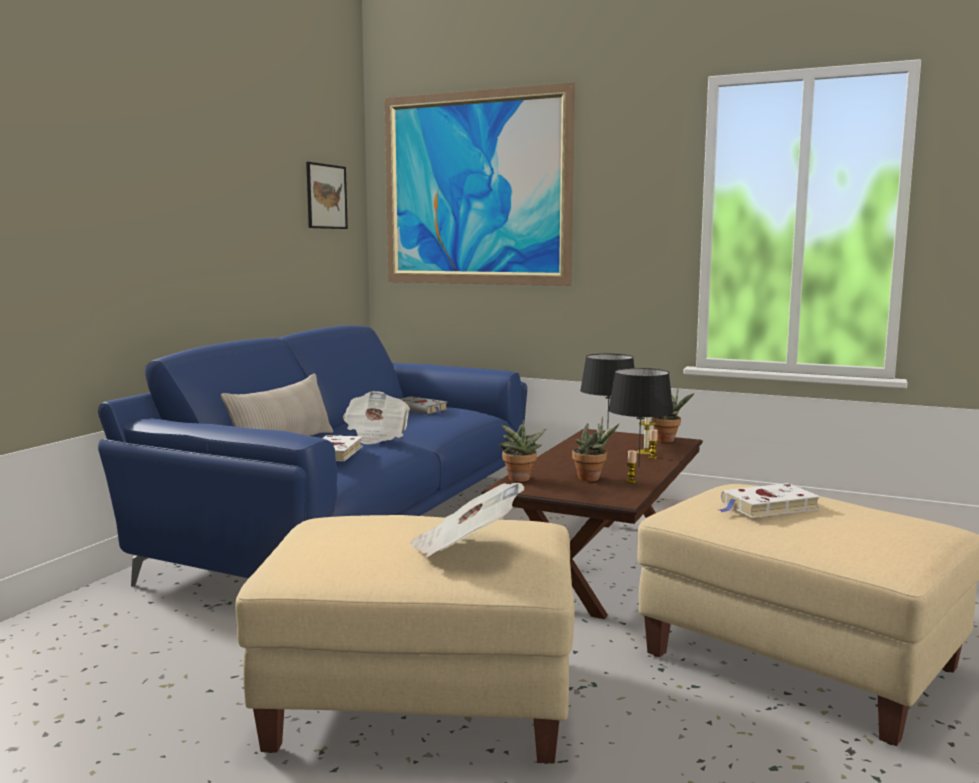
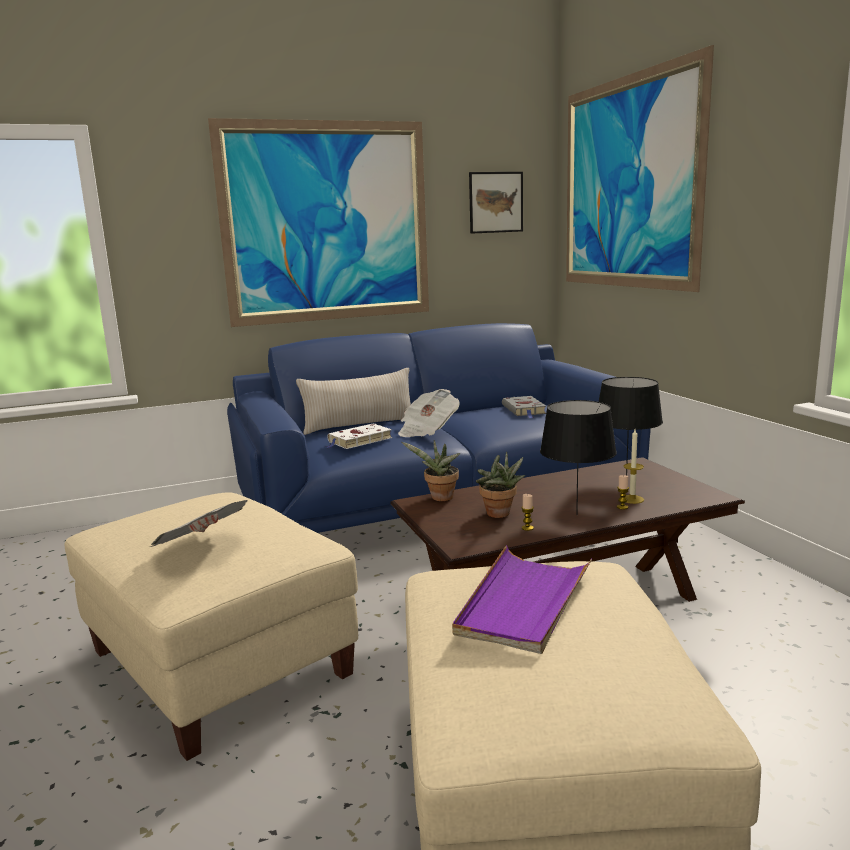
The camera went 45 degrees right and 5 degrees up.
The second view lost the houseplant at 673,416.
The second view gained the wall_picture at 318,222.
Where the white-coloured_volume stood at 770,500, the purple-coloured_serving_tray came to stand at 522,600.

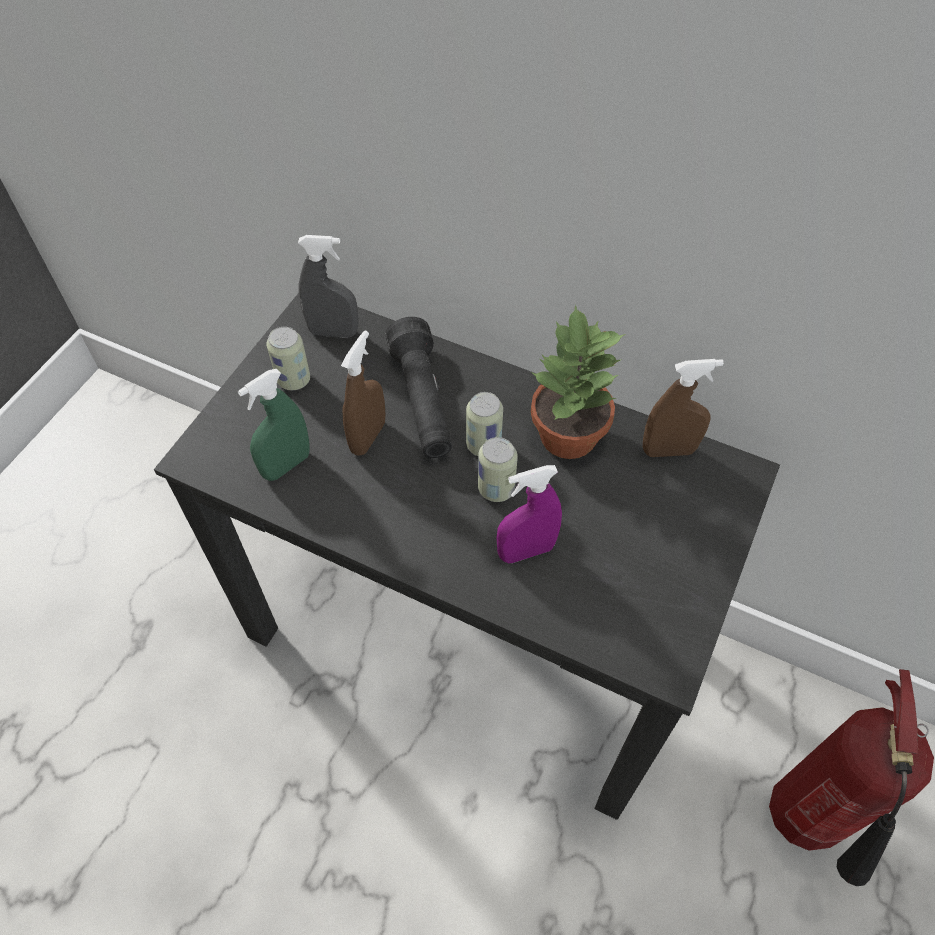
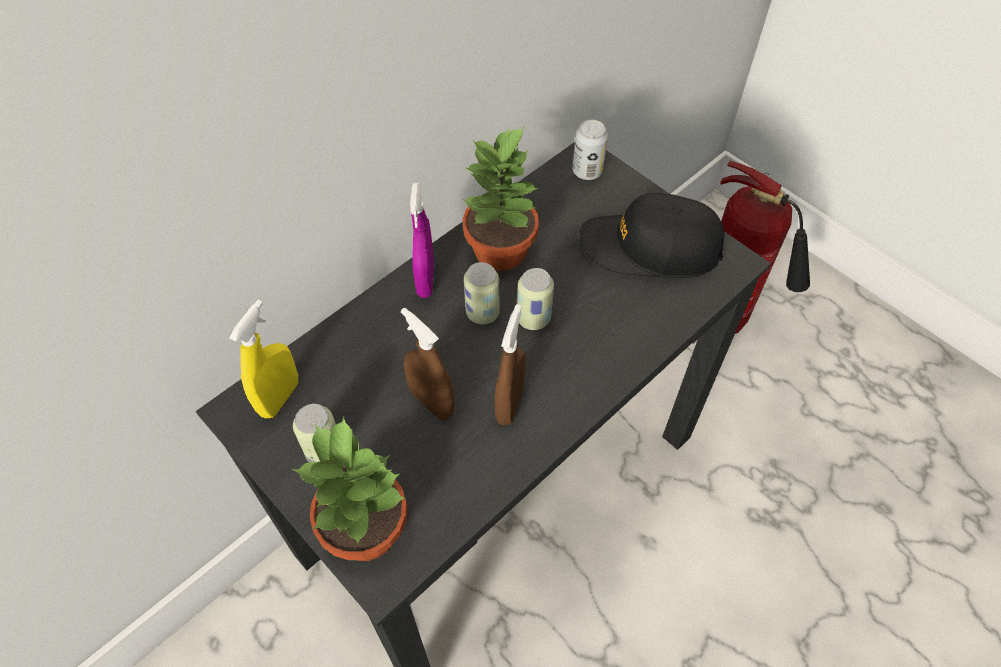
The camera went 70 degrees left and 0 degrees up.
The second view lost the green_hand_sprayer at 274,425.
The second view lost the black-coloured_flashlight at 419,387.
The second view gained the houseplant at 349,489.
The second view gained the sealed_can at 590,150.
The second view gained the black-coloured_peaked_cap at 652,235.
The purple-coloured_hand_sprayer ended up elsewhere, having gone from 529,514 to 422,240.
The brown_hand_sprayer ended up elsewhere, having gone from 683,408 to 510,364.
What was the grey_hand_sprayer at 328,286 turned into the yellow_hand_sprayer at 263,358.

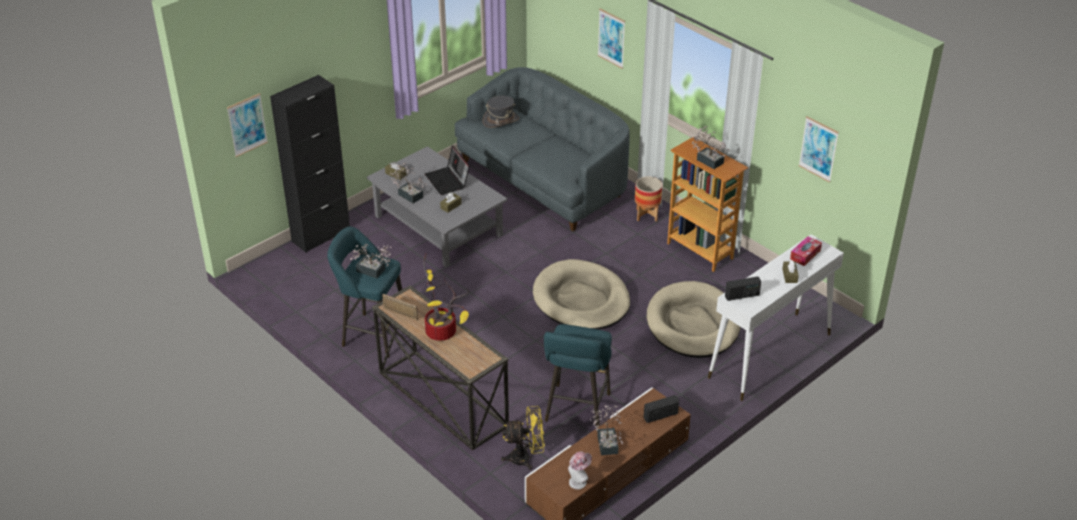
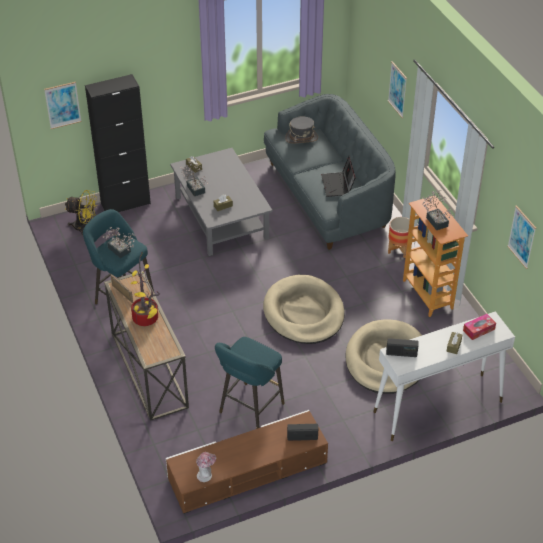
The camera went 20 degrees right and 5 degrees up.
The second view lost the houseplant at 606,430.
The notebook_computer ended up elsewhere, having gone from 447,170 to 338,176.
The yellow_cooling_fan ended up elsewhere, having gone from 523,438 to 81,212.

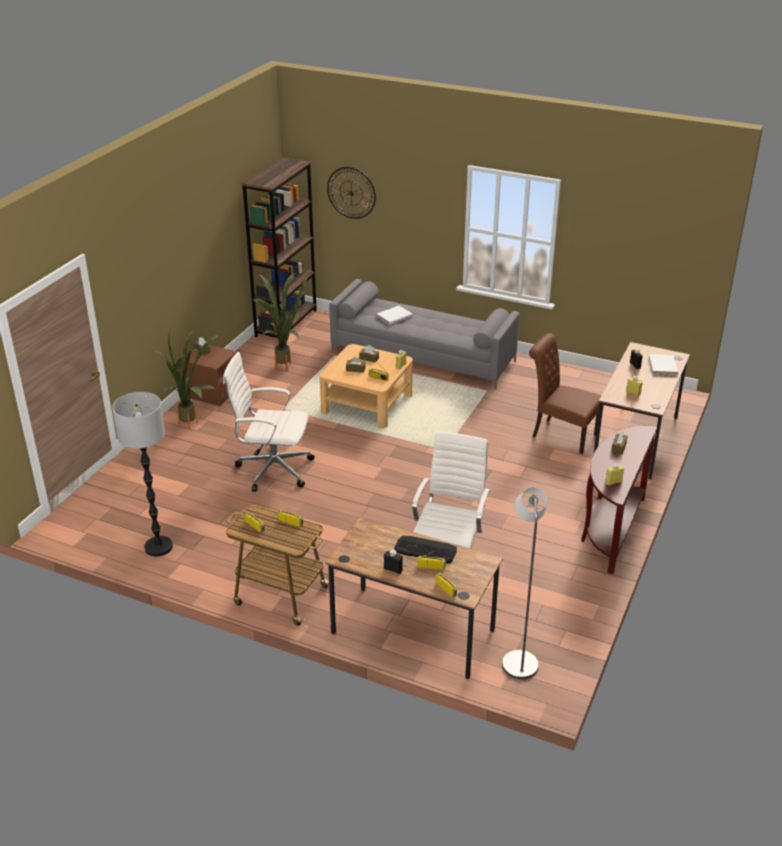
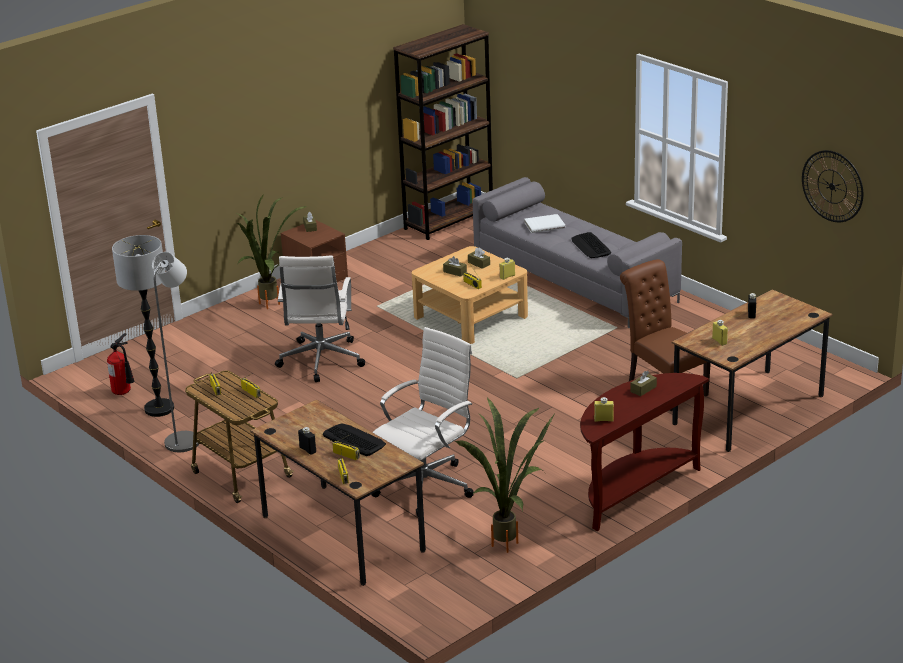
The camera went 25 degrees right and 5 degrees down.
The second view lost the white-coloured_volume at 663,364.
The second view gained the fire_extinguisher at 121,364.
The second view gained the PC_keyboard at 591,245.
The houseplant ended up elsewhere, having gone from 280,321 to 505,475.
The clock_on_the_wall ended up elsewhere, having gone from 351,193 to 832,186.
The grey_standard_lamp ended up elsewhere, having gone from 524,583 to 175,352.
The white-coloured_office_chair at 269,422 ended up facing another way, 120 degrees counterclockwise from before.

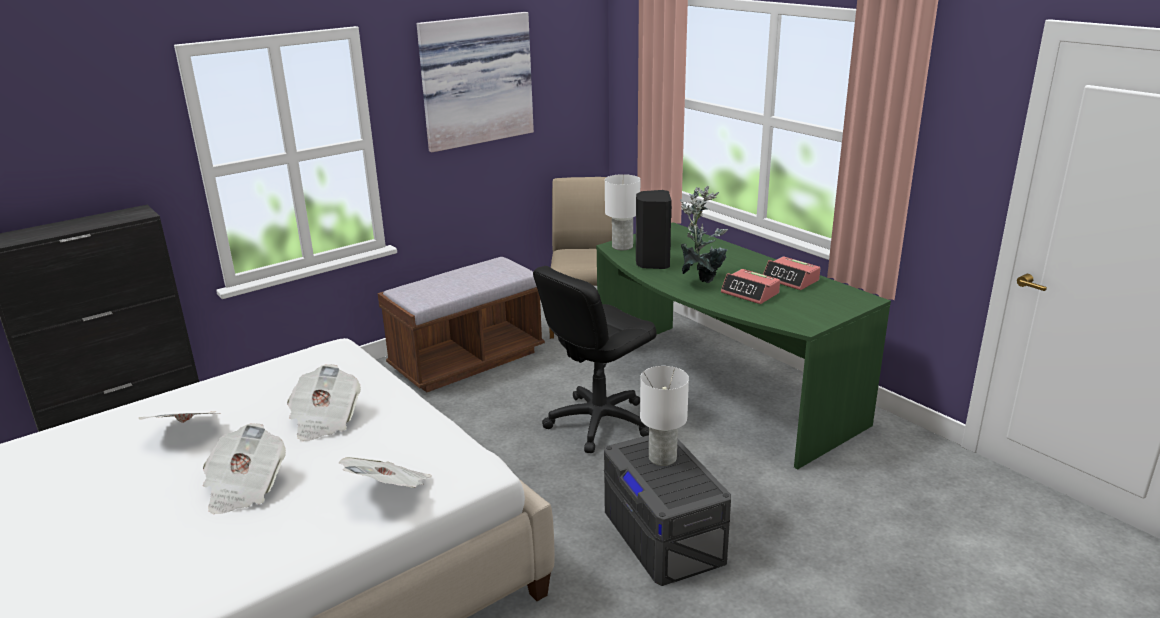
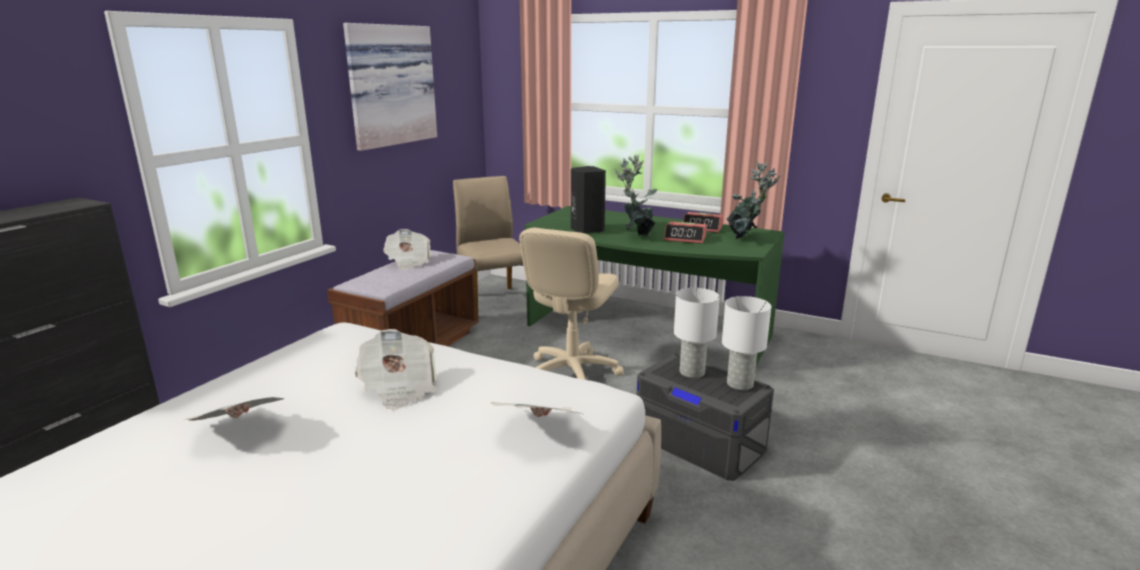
The camera went 25 degrees left and 5 degrees down.
The second view gained the houseplant at 753,200.
The printed_paper ended up elsewhere, having gone from 244,468 to 406,249.
The white-coloured_lamp_for_a_table ended up elsewhere, having gone from 622,212 to 746,343.
What was the black-coloured_office_chair at 595,359 turned into the sand-coloured_office_chair at 571,304.

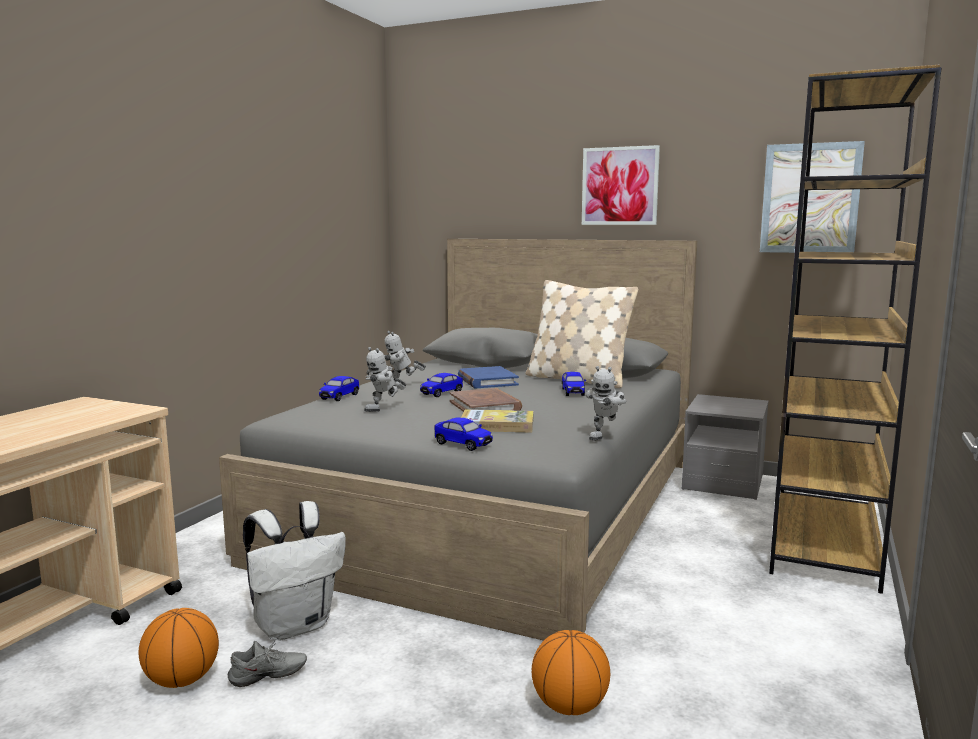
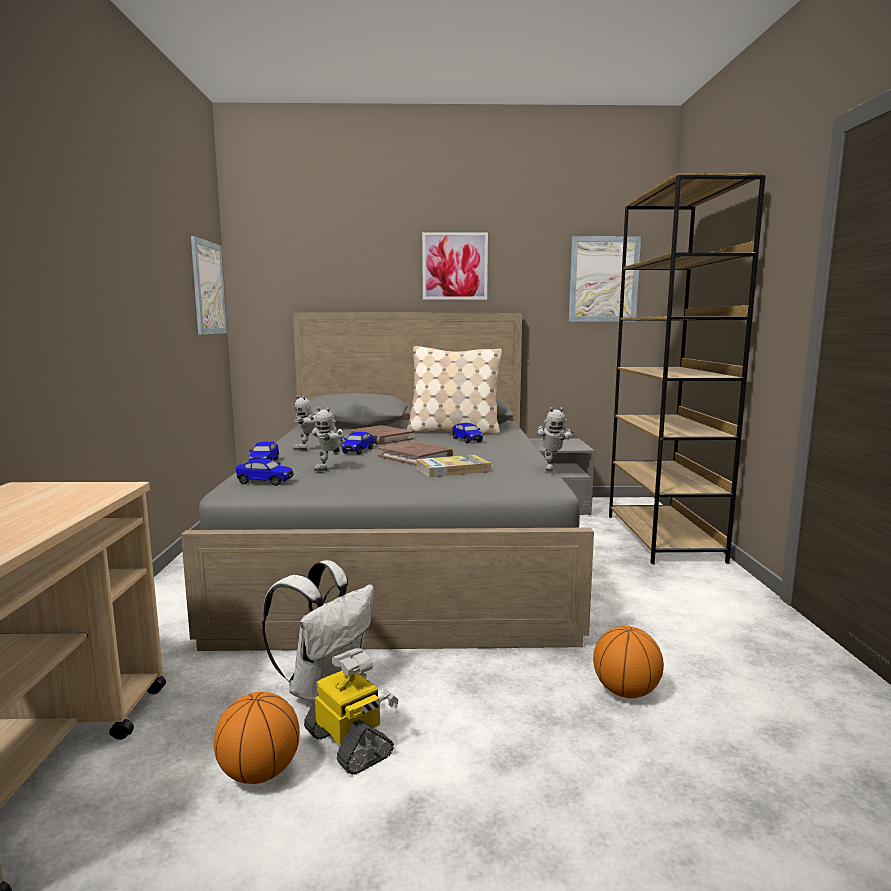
The camera went 25 degrees left and 0 degrees up.
The second view gained the wall_picture at 209,285.
The model_car ended up elsewhere, having gone from 463,434 to 264,472.
Where the grey_shoe stood at 267,664, the model_robot came to stand at 351,711.
What was the blue-coloured_volume at 488,377 turned into the brown_volume at 381,435.

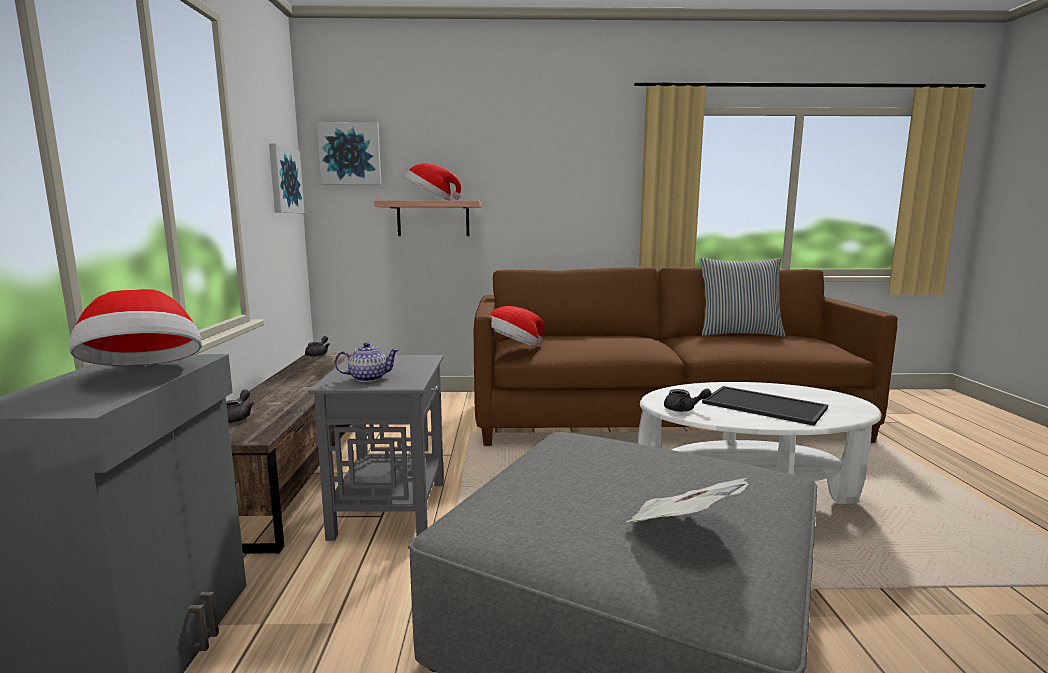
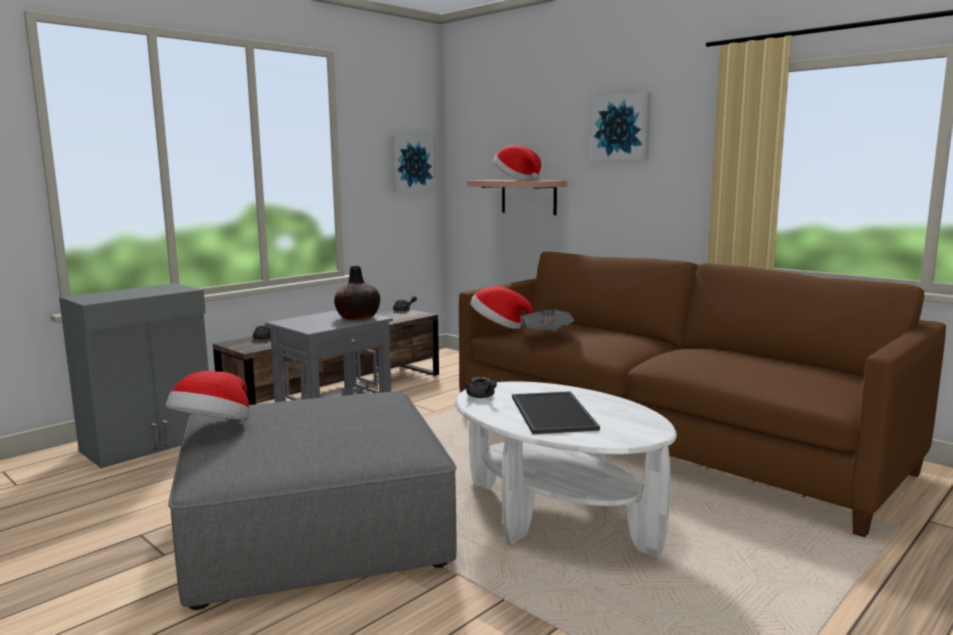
The camera went 45 degrees right and 0 degrees up.
The second view lost the teapot at 367,362.
The second view lost the pillow at 743,297.
The second view gained the vase at 357,293.
The wearable_hat ended up elsewhere, having gone from 135,327 to 208,396.
The wall_picture ended up elsewhere, having gone from 349,153 to 621,126.
The printed_paper ended up elsewhere, having gone from 687,500 to 547,319.

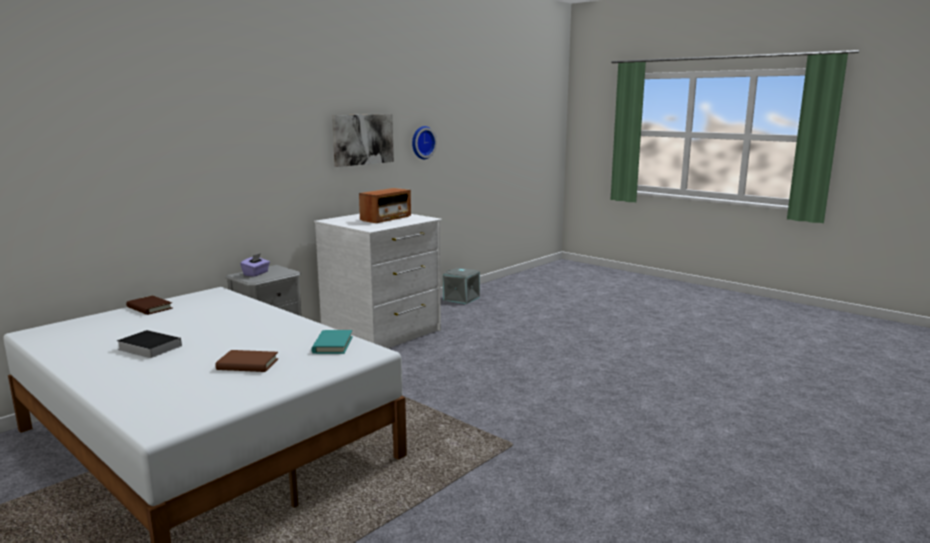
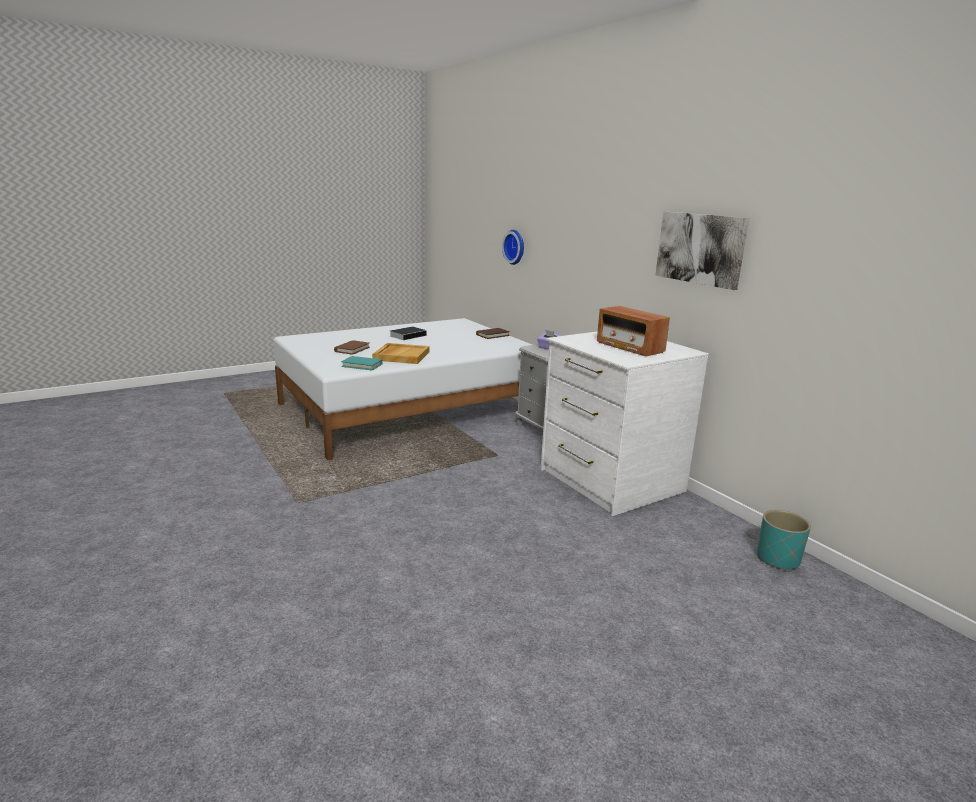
The camera went 105 degrees right and 5 degrees up.
The second view gained the sand-coloured_serving_tray at 400,353.
The clock_on_the_wall ended up elsewhere, having gone from 424,142 to 513,247.
Where the grey_storage_box stood at 461,285, the turquoise-coloured_flower_pot came to stand at 784,540.

